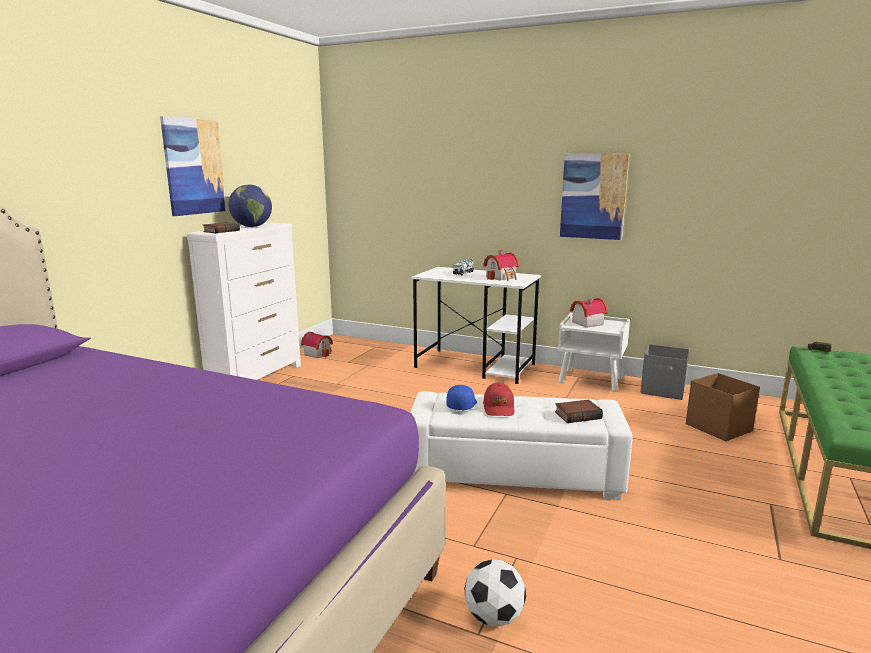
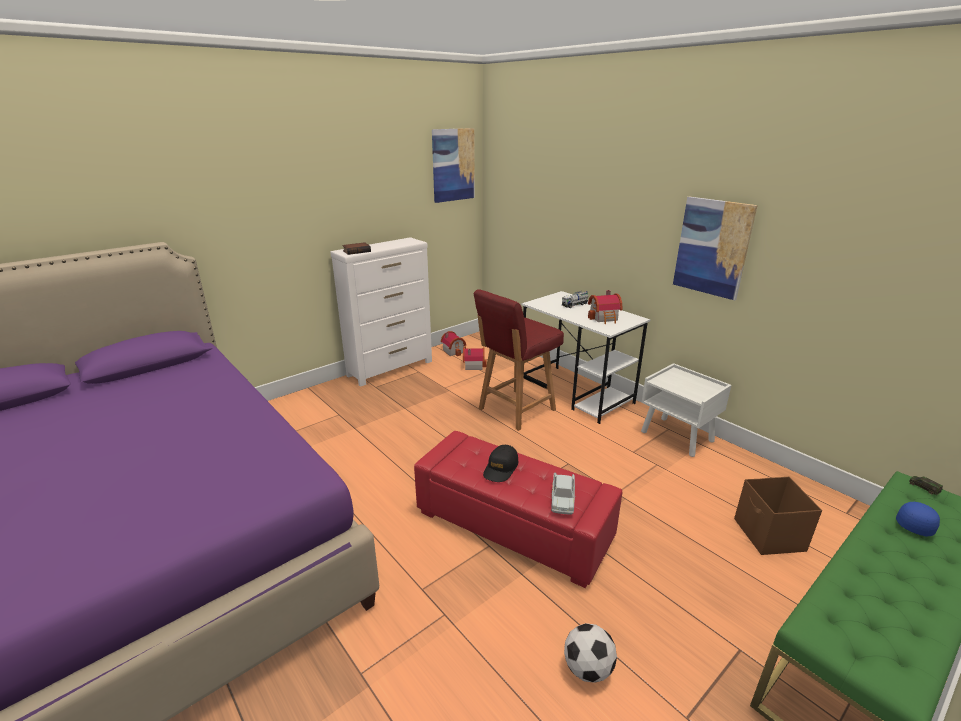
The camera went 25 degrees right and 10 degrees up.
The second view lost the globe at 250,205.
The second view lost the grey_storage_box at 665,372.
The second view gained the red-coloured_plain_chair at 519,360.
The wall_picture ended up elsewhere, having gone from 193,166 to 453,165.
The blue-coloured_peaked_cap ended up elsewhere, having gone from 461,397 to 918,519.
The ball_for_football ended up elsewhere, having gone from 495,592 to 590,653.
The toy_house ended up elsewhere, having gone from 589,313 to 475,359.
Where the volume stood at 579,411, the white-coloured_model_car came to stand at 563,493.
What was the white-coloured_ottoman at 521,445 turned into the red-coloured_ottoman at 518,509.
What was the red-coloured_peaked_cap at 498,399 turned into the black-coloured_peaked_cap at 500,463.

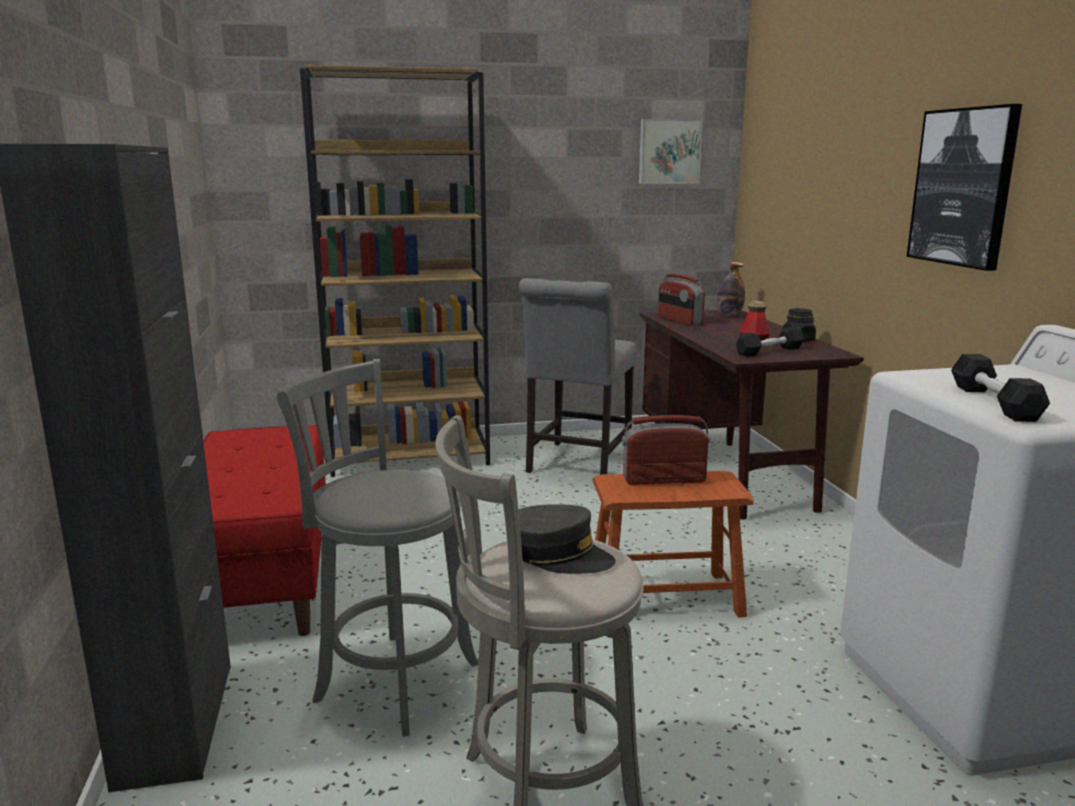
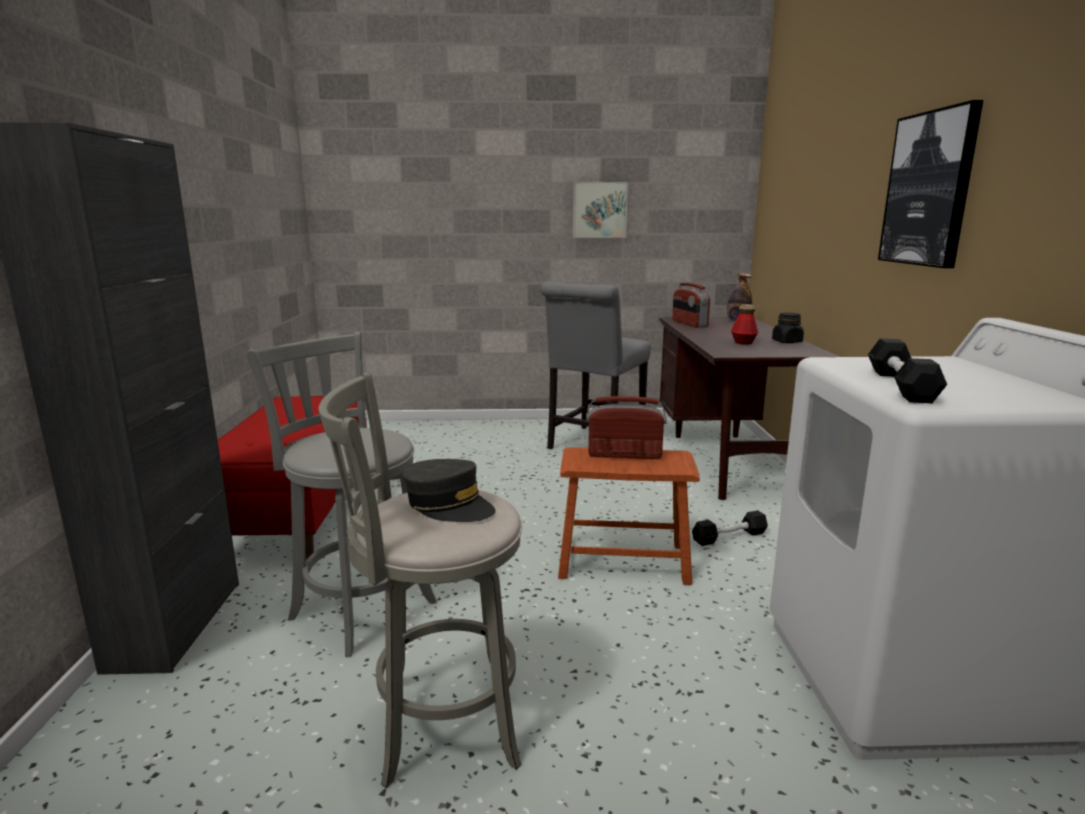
The camera went 10 degrees right and 0 degrees up.
The second view lost the brown_bookshelf at 395,271.
The wall_picture ended up elsewhere, having gone from 670,151 to 600,210.
The black-coloured_free_weight ended up elsewhere, having gone from 769,342 to 730,528.

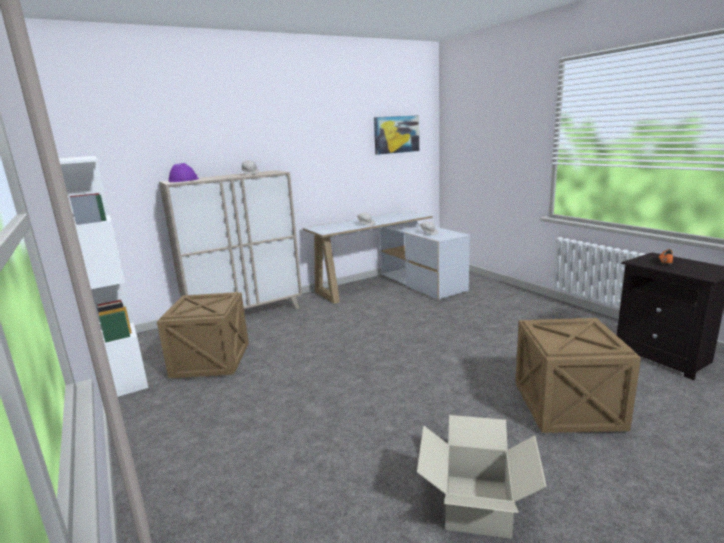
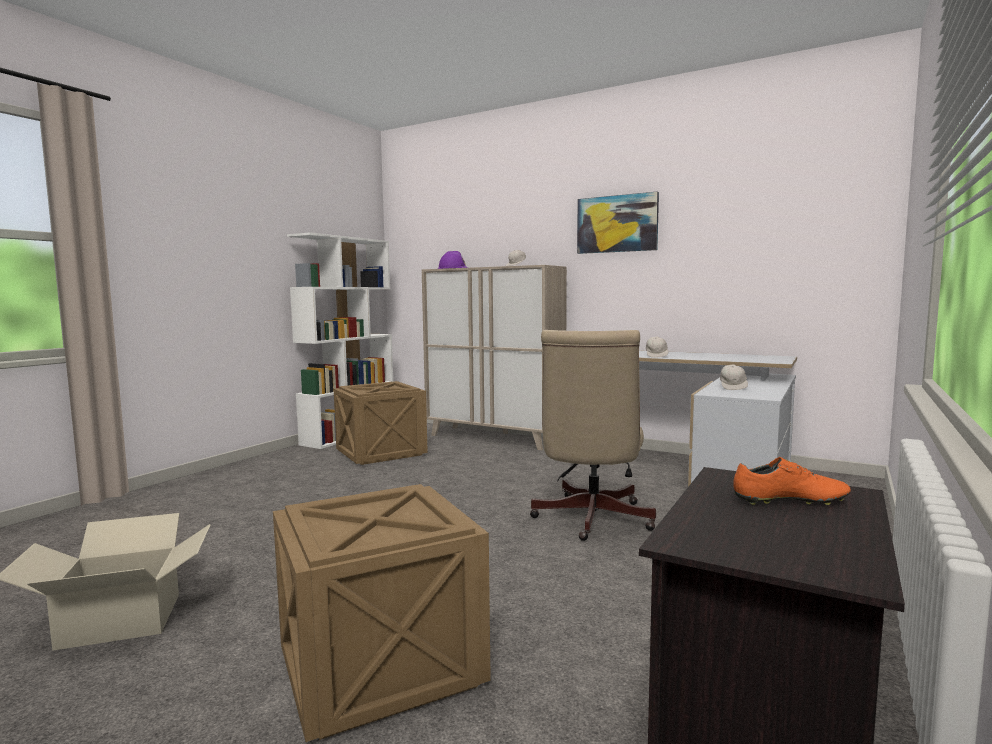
The camera went 60 degrees right and 10 degrees down.
The second view gained the sand-coloured_office_chair at 593,435.
The wall_picture ended up elsewhere, having gone from 396,135 to 618,222.

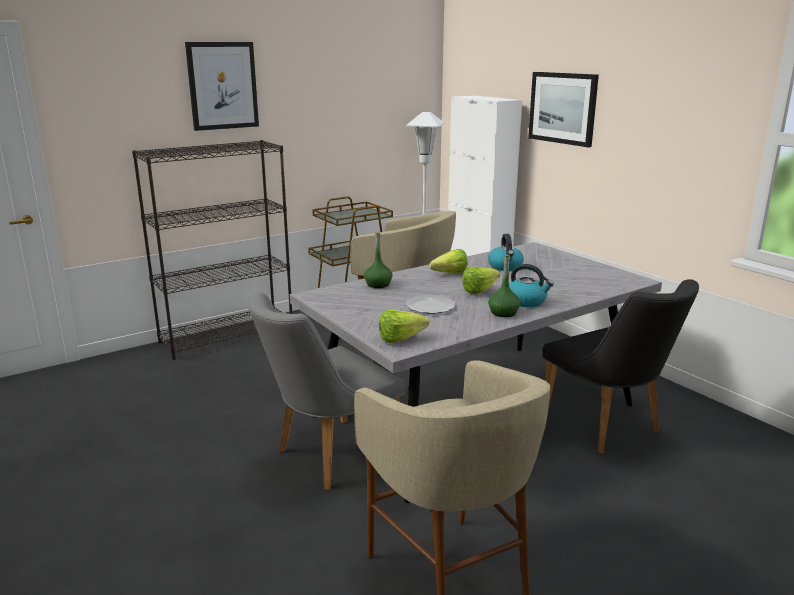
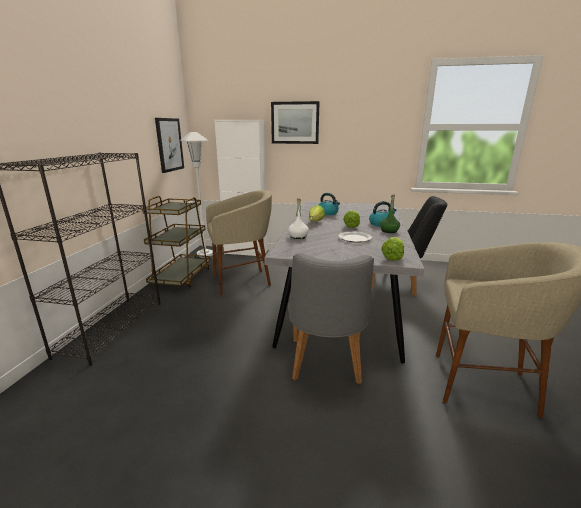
The camera went 45 degrees left and 0 degrees up.
The wall_picture ended up elsewhere, having gone from 222,86 to 169,145.
What was the green_drink_bottle at 378,259 turned into the white-coloured_drink_bottle at 298,218.

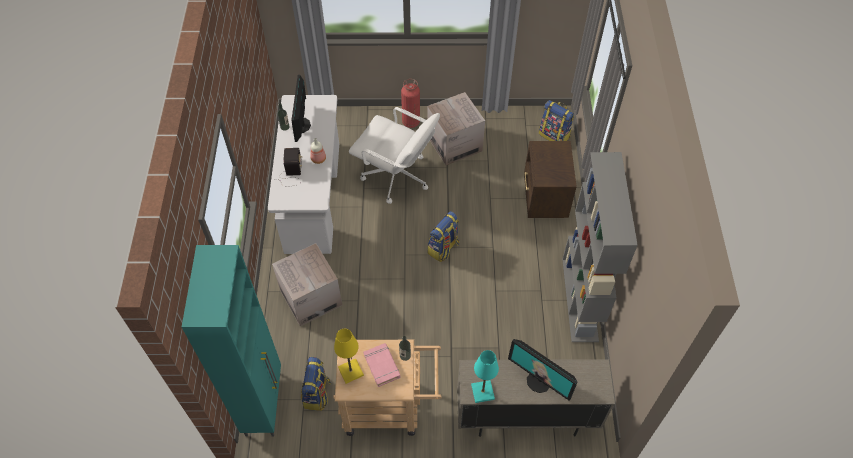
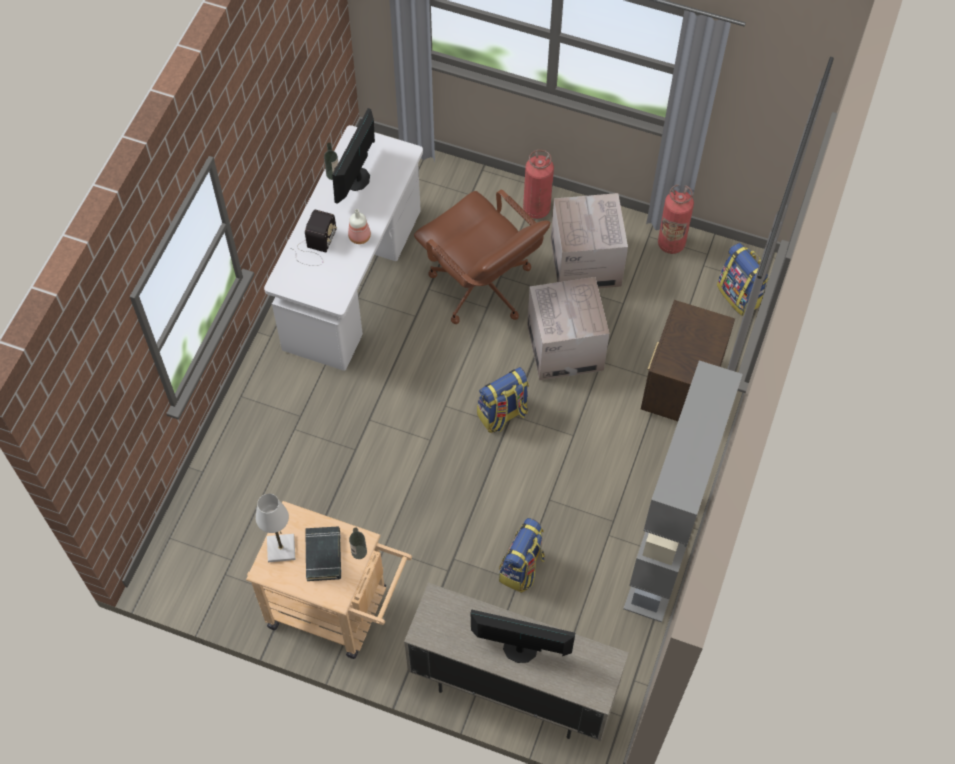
The camera went 20 degrees right and 5 degrees up.
The second view lost the turquoise-coloured_cabinet at 231,341.
The second view lost the turquoise-coloured_lamp_for_a_table at 485,376.
The second view gained the fire_extinguisher at 676,219.
The carton ended up elsewhere, having gone from 307,284 to 568,328.
The knapsack ended up elsewhere, having gone from 316,384 to 522,555.
What was the yellow_lamp_for_a_table at 349,356 turned into the white-coloured_lamp_for_a_table at 275,528.
What was the white-coloured_office_chair at 394,155 turned into the brown_office_chair at 482,257.
What was the pink-coloured_volume at 381,365 turned into the black-coloured_volume at 323,554.
The computer_screen at 542,370 ended up facing another way, 135 degrees clockwise from before.

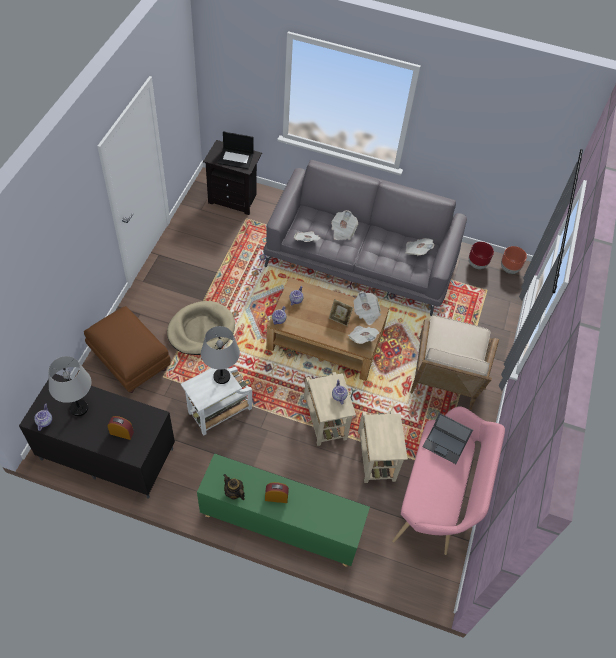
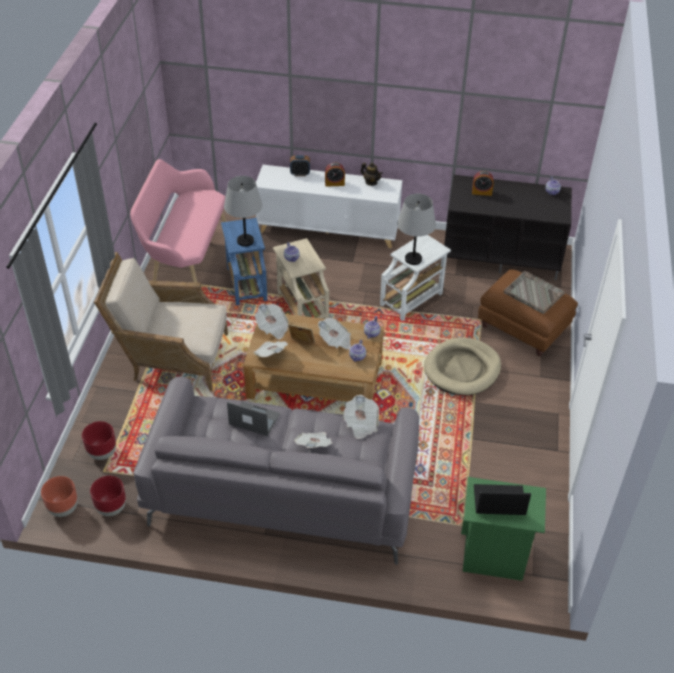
The camera went 175 degrees right and 10 degrees down.
The second view gained the red-coloured_flower_pot at 99,440.
The second view gained the alarm_clock at 300,165.
The second view gained the grey_serving_tray at 534,292.
The grey_lamp_for_a_table ended up elsewhere, having gone from 69,386 to 243,211.
The printed_paper ended up elsewhere, having gone from 419,246 to 334,334.
The notebook_computer ended up elsewhere, having gone from 447,438 to 253,418.
What was the green_cabinet at 283,510 turned into the white-coloured_cabinet at 329,206.
What was the black-coloured_nightstand at 232,177 turned into the green_nightstand at 503,529.
What was the sand-coloured_end_table at 383,447 turned into the blue-coloured_end_table at 244,261.
The sand-coloured_lounge_chair at 454,362 ended up facing another way, 90 degrees counterclockwise from before.

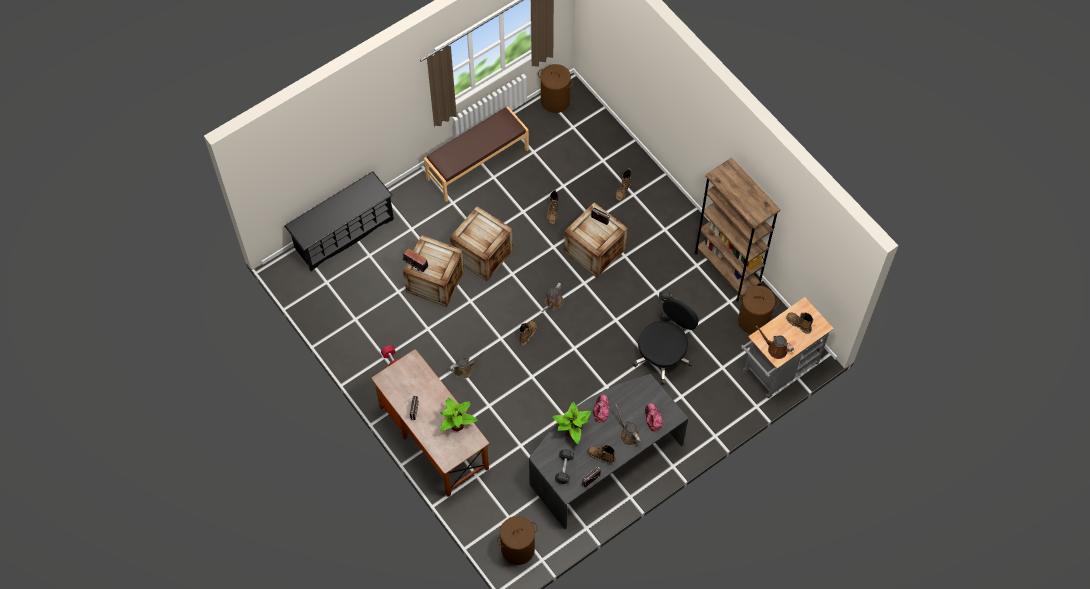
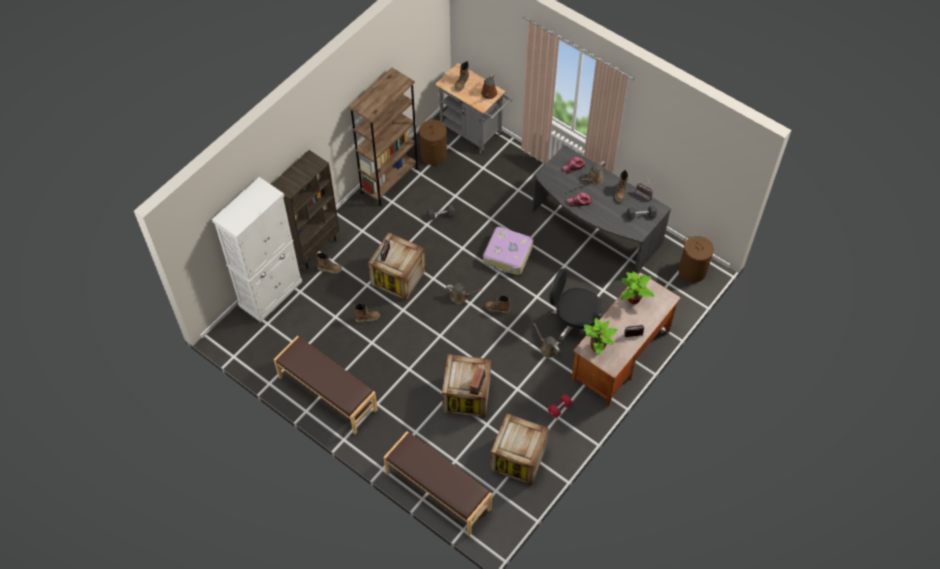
The camera went 105 degrees left and 5 degrees down.
The second view lost the brown_washing_basket at 556,88.
The second view gained the white-coloured_cabinet at 257,249.
The second view gained the brown_bookshelf at 305,209.
The second view gained the suitcase at 508,251.
The crate ended up elsewhere, having gone from 481,243 to 519,449.
The houseplant ended up elsewhere, having gone from 572,423 to 601,336.
The black-coloured_office_chair ended up elsewhere, having gone from 665,341 to 575,305.
Where the black-coloured_shoe_rack stood at 339,221, the brown_bench came to stand at 437,483.

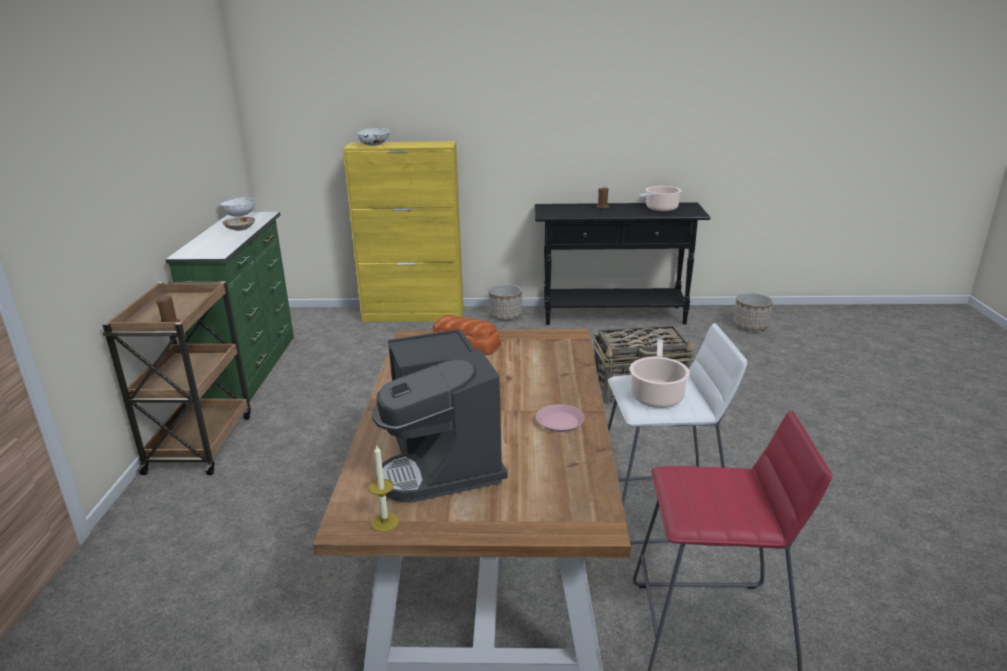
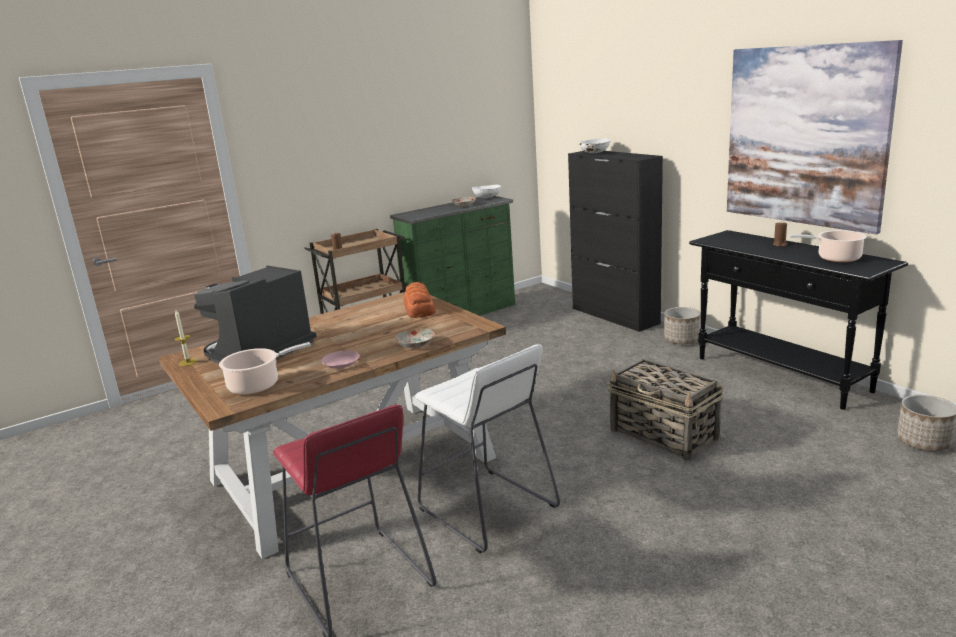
The camera went 55 degrees right and 5 degrees down.
The second view gained the dinner_plate at 415,339.
The second view gained the wall_picture at 815,137.
The cooking_pot ended up elsewhere, having gone from 659,373 to 265,368.
What was the yellow_cabinet at 403,231 turned into the black-coloured_cabinet at 615,241.

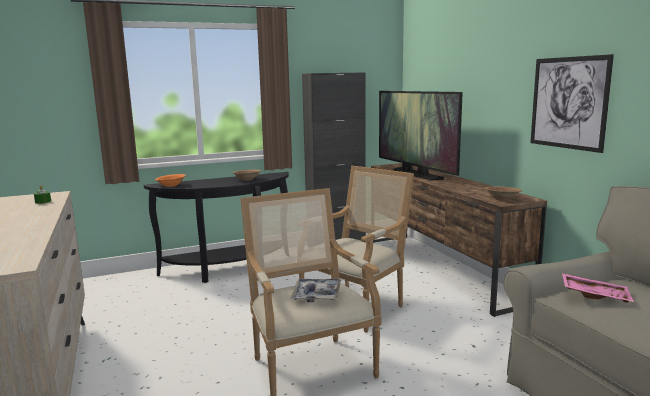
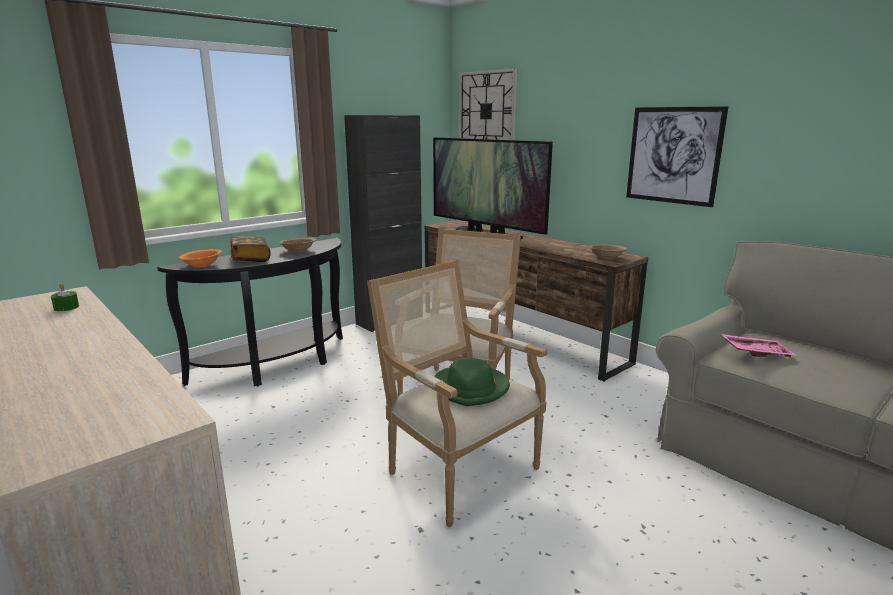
The camera went 20 degrees left and 5 degrees up.
The second view gained the volume at 250,249.
The second view gained the clock_on_the_wall at 488,104.
Where the serving_tray stood at 316,290, the green_wearable_hat came to stand at 472,382.

